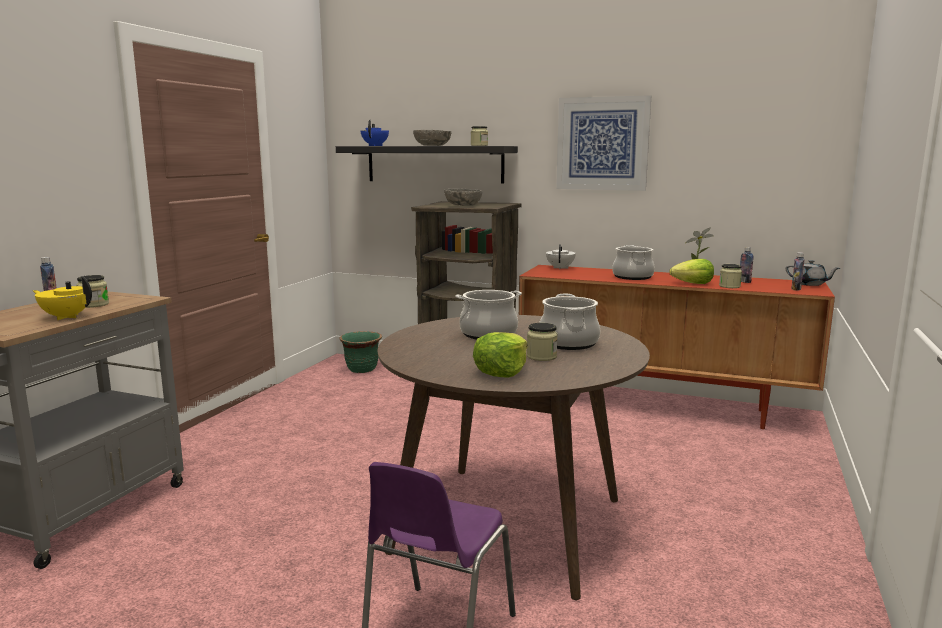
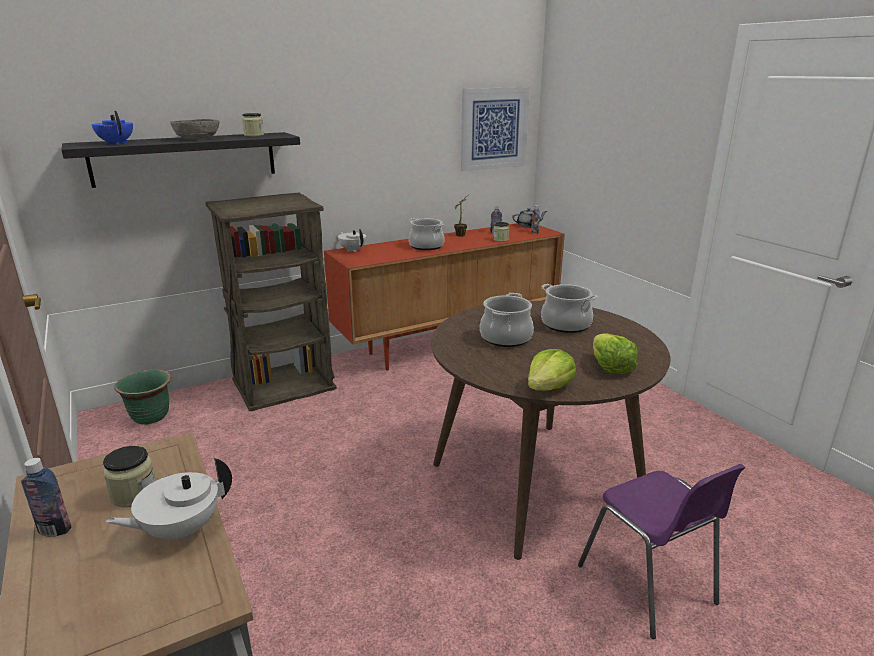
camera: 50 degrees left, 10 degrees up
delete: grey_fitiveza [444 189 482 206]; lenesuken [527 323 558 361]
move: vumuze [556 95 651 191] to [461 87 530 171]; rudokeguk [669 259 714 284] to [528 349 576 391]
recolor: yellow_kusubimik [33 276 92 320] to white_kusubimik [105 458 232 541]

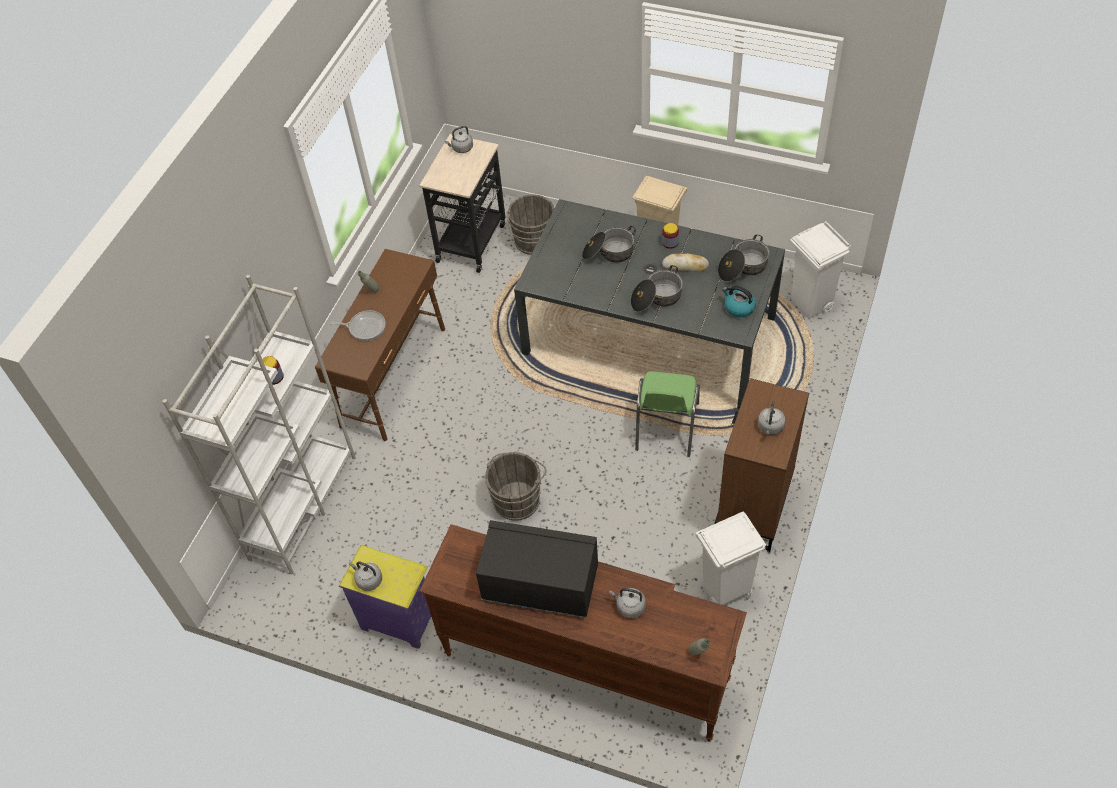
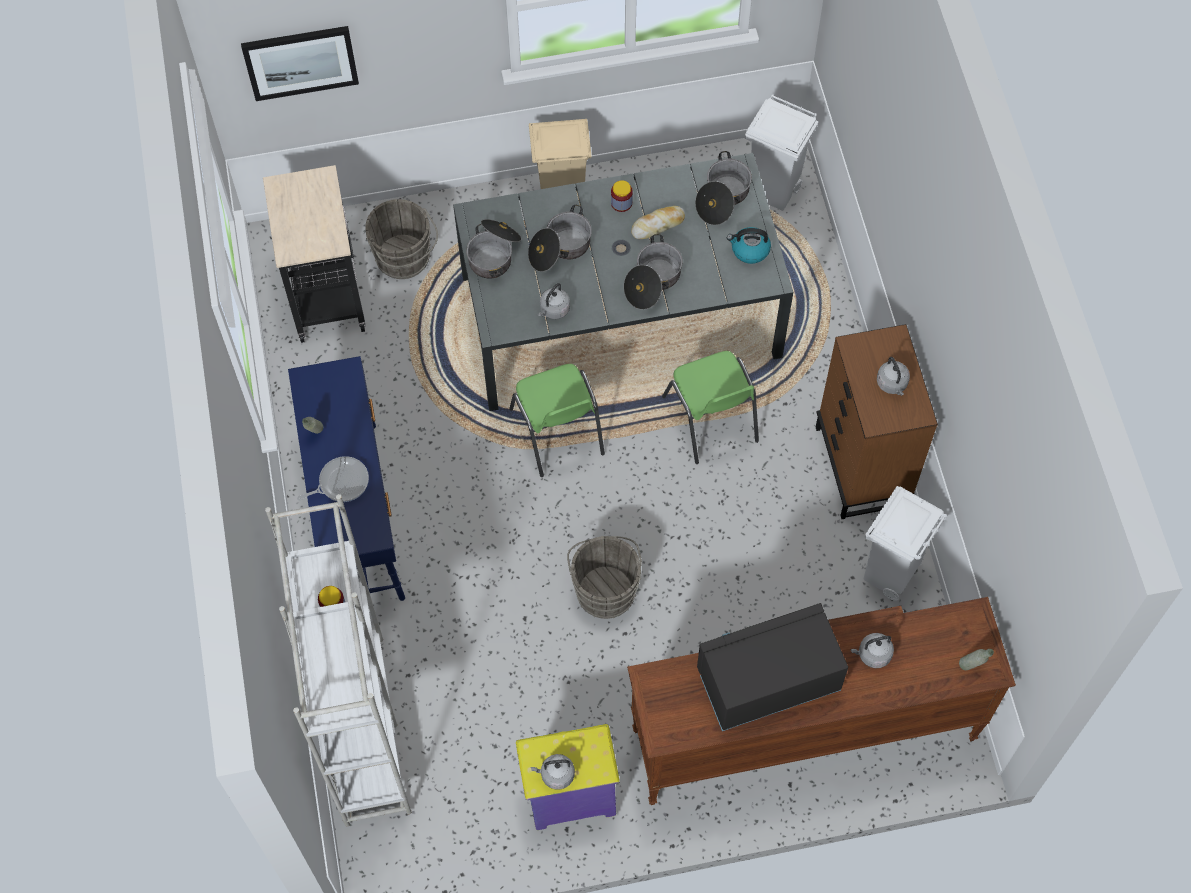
camera: 35 degrees left, 10 degrees up
insert: vumuze [241 26 359 101]; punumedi [466 219 522 279]; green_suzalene [509 364 605 477]
move: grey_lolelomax [445 126 473 153] to [538 283 570 319]
recolor: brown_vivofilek [315 249 445 441] to blue_vivofilek [288 356 405 601]

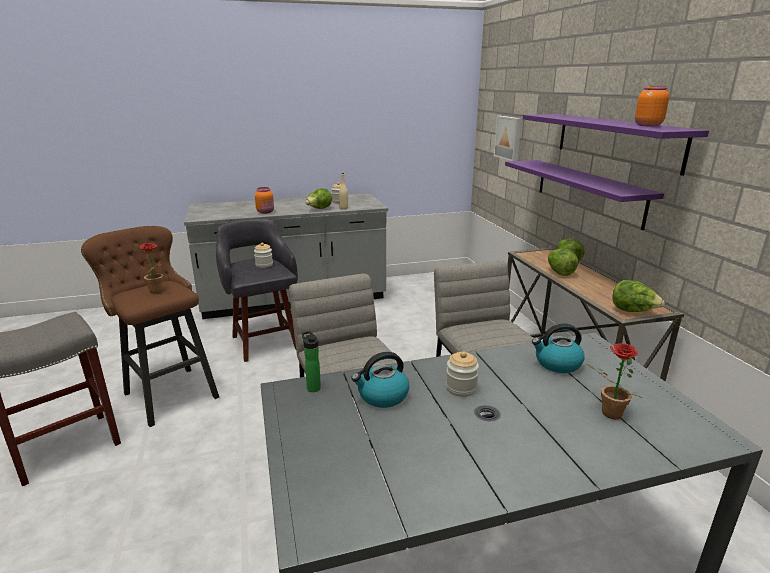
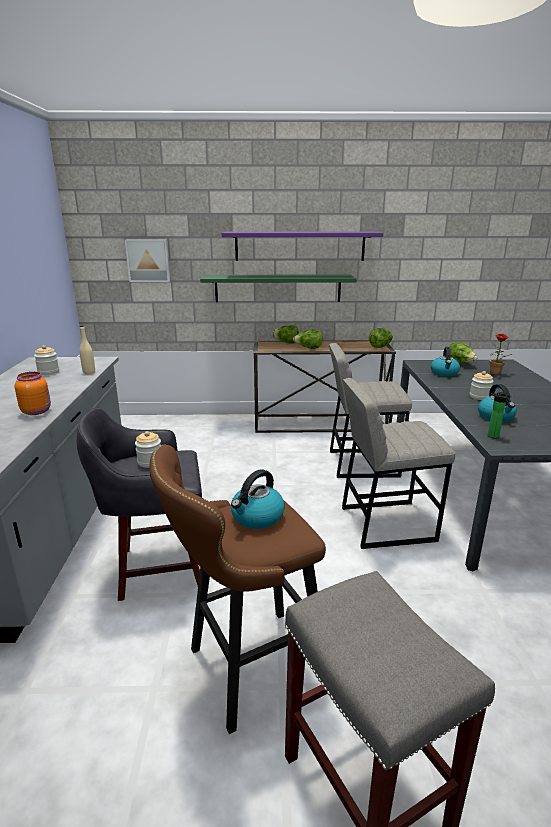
camera: 75 degrees left, 0 degrees up
delete: orange_lenesuken [635 86 669 127]
move: rudokeguk [305 188 332 209] to [448 342 478 364]
replace: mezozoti [138 243 164 293] to lolelomax [231 469 285 529]
recolor: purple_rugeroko [505 160 664 230] to green_rugeroko [200 274 357 302]

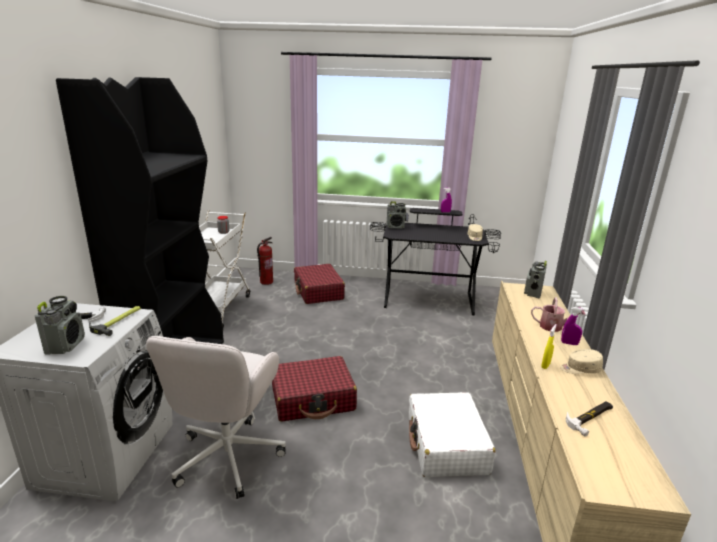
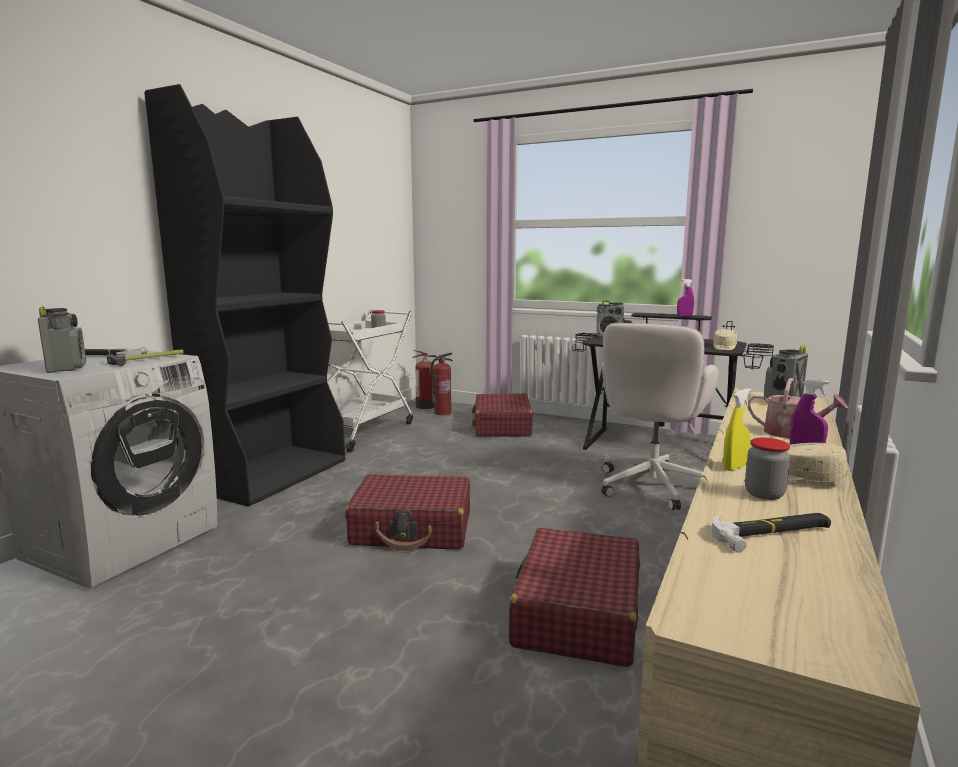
camera: 20 degrees right, 10 degrees down
insert: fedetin [413 350 440 409]; lenesuken [745 438 790 500]
move: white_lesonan [146 336 286 499] to [601 323 719 510]
recolor: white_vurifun [409 392 496 477] to red_vurifun [509 528 640 667]
rotate: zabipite [35 296 85 354] = [38 307 86 373] 45 degrees counterclockwise

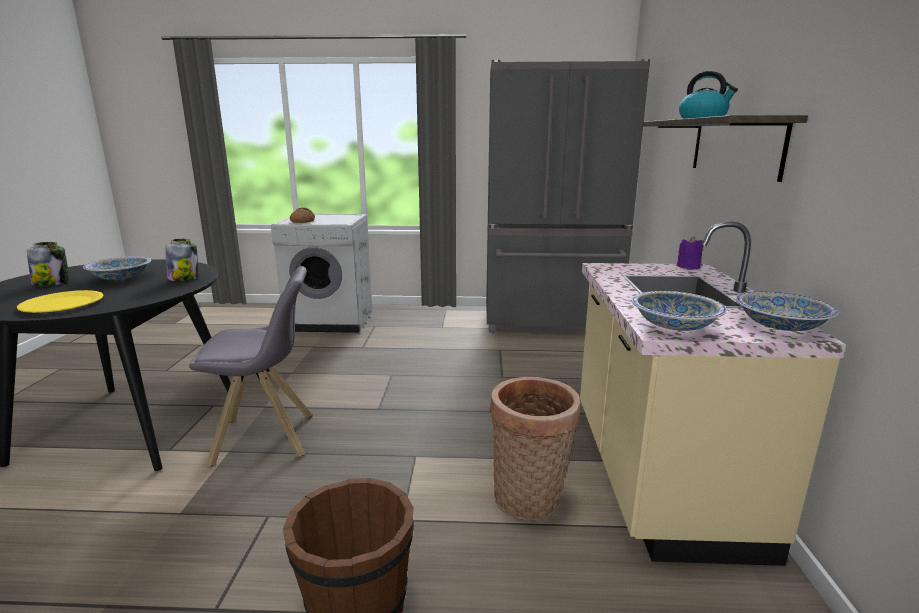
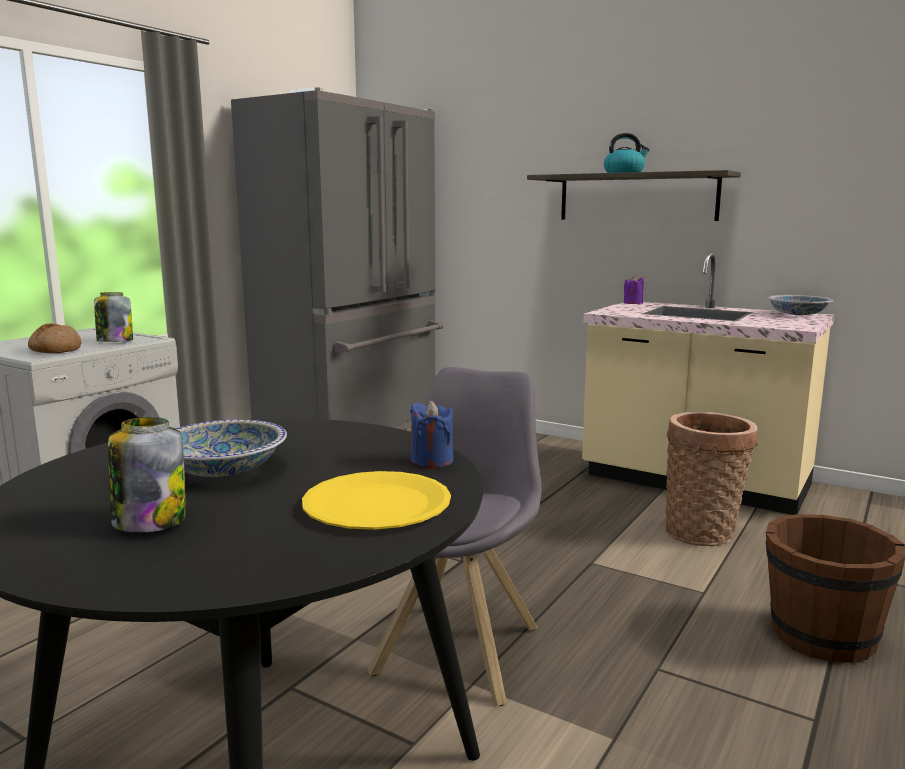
camera: 60 degrees left, 5 degrees down
delete: fitiveza [632 291 727 331]
insert: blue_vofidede [410 401 453 468]
move: lenesuken [165 239 199 281] to [94 292 133 342]

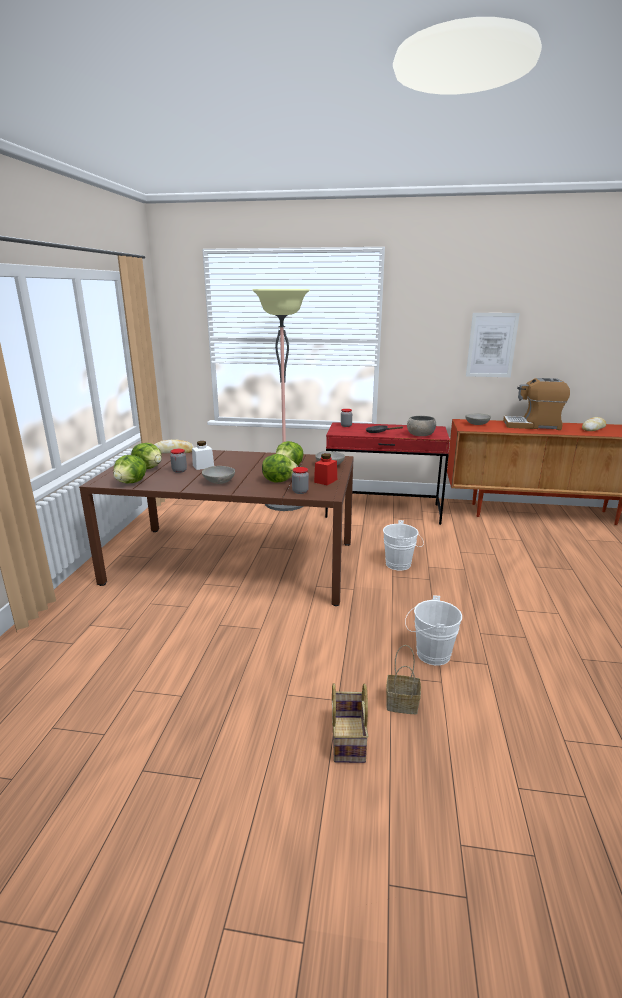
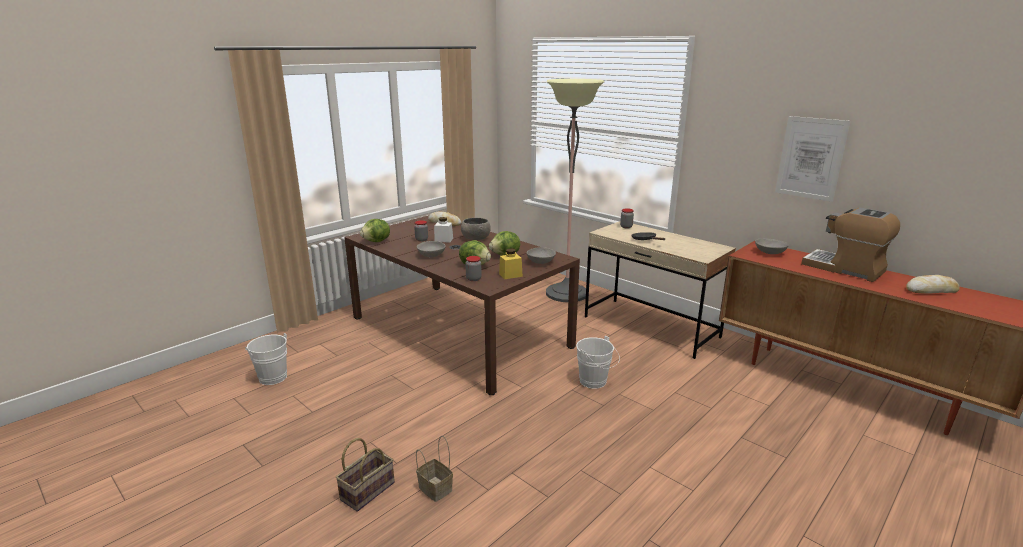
camera: 35 degrees right, 0 degrees up
delete: rudokeguk [131 443 162 469]
move: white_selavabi [405 595 462 665] to [245 333 287 385]; grey_fitiveza [407 416 436 436] to [461 218 491 240]
recolor: red_lenesuken [314 453 337 486] to yellow_lenesuken [499 249 522 279]; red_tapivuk [325 422 450 525] to beige_tapivuk [585 221 736 359]

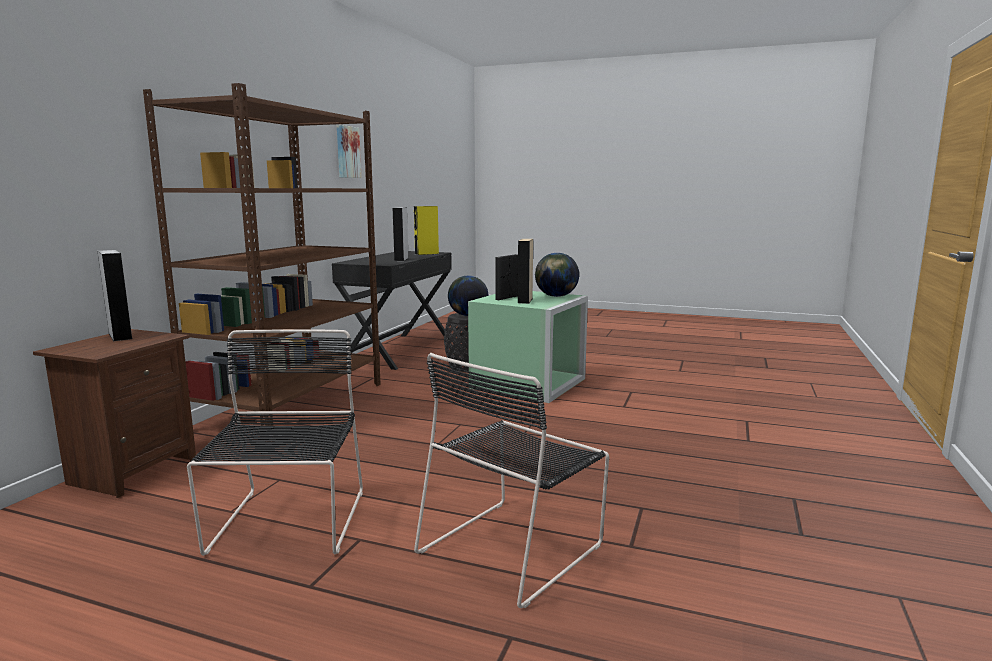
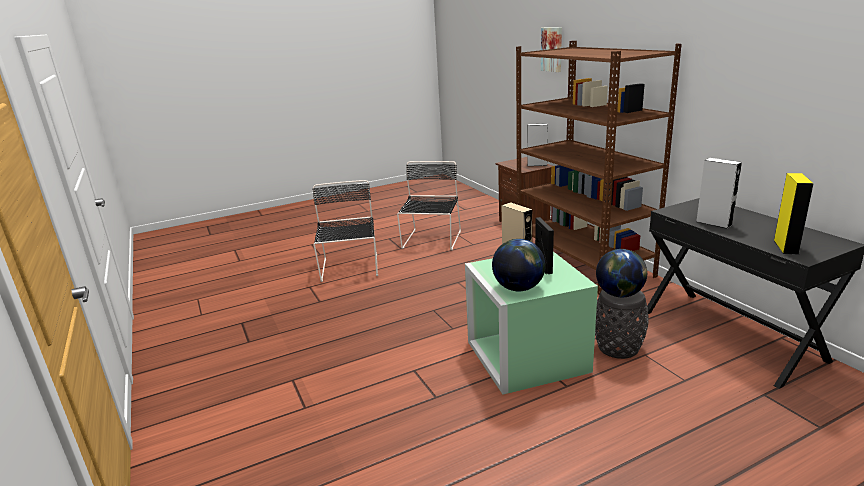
camera: 135 degrees right, 10 degrees up
move: vumuze [337 125 362 178] to [541 27 562 72]
rotate: black_suzalene [187 329 363 556] = [397 161 461 250] 120 degrees counterclockwise

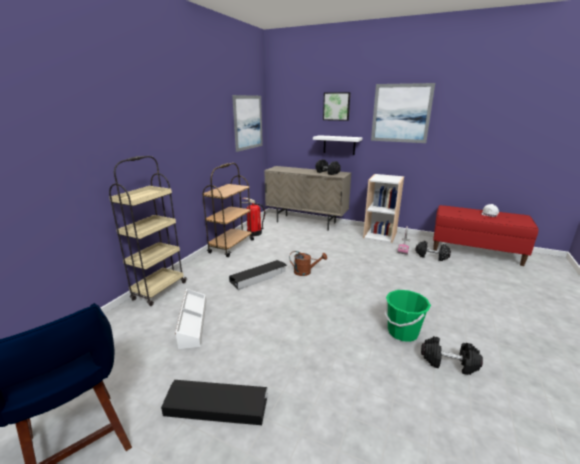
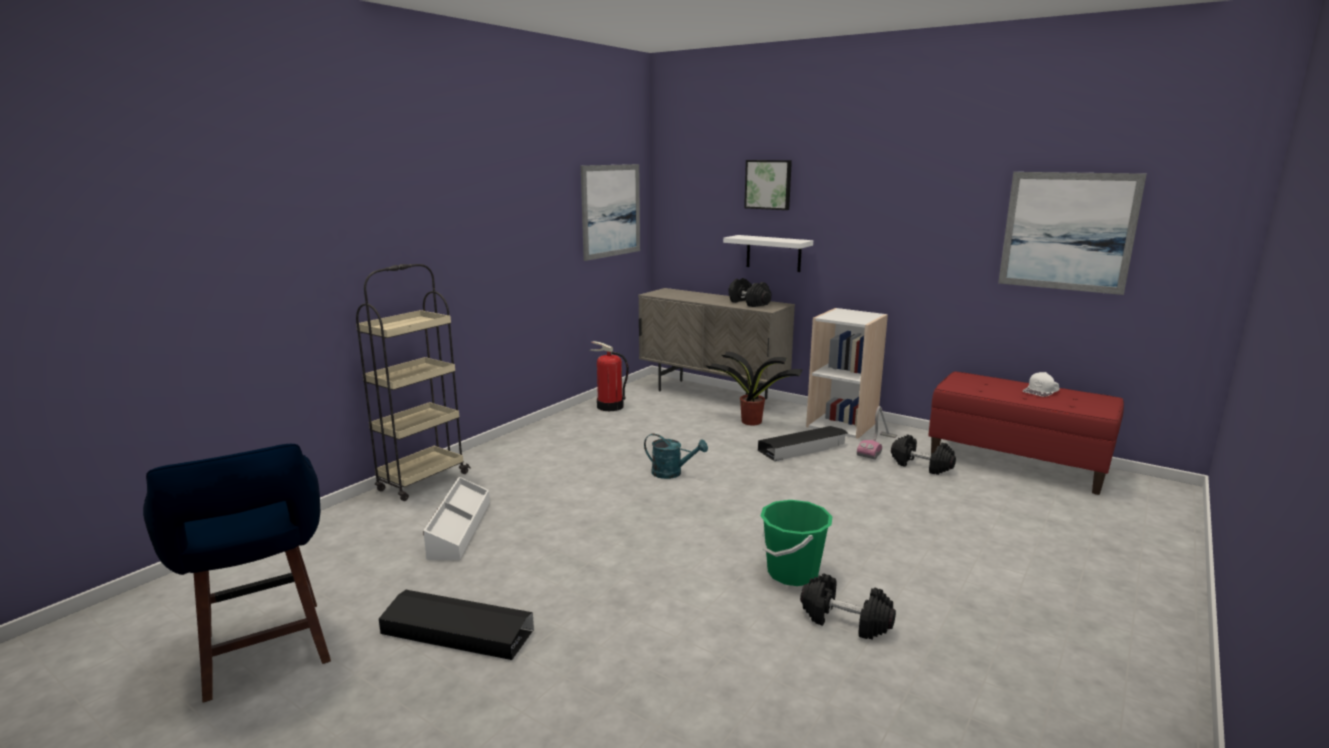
camera: 10 degrees right, 5 degrees down
delete: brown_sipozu [202 163 254 257]
insert: mezozoti [705 351 803 425]
move: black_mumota [229 260 287 290] to [758 426 848 461]; vumuze [371 83 435 143] to [998 172 1147 295]
recolor: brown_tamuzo [289 251 327 276] to turquoise_tamuzo [644 434 708 479]

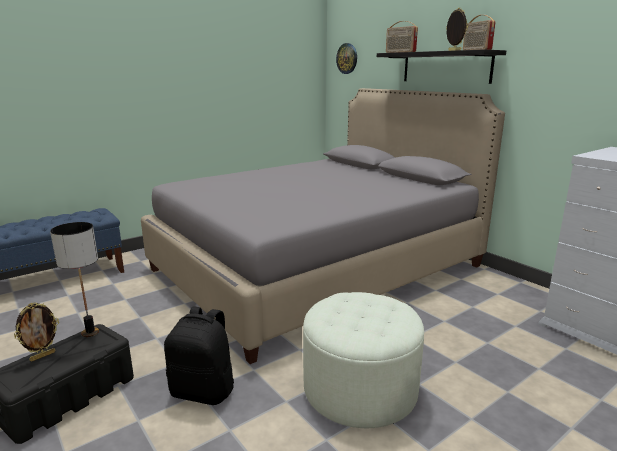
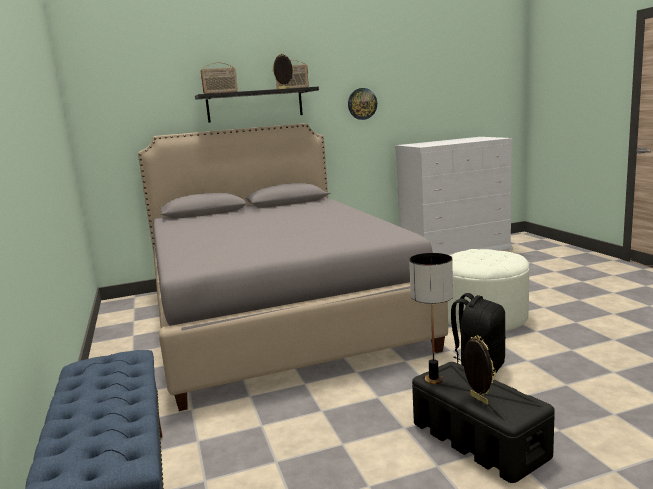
camera: 70 degrees left, 5 degrees down
move: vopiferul [336 43 357 74] to [348 88 377 120]

